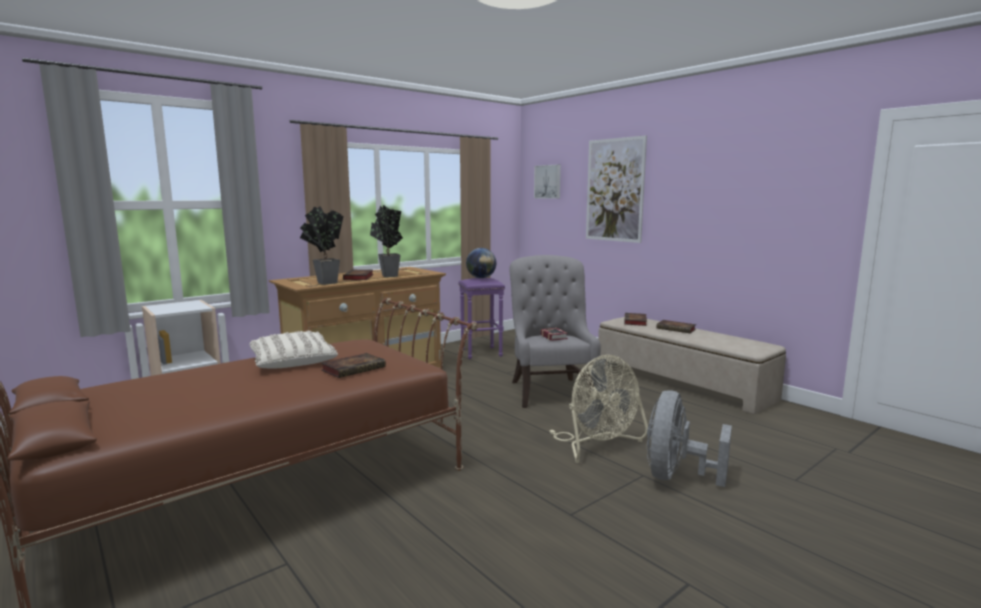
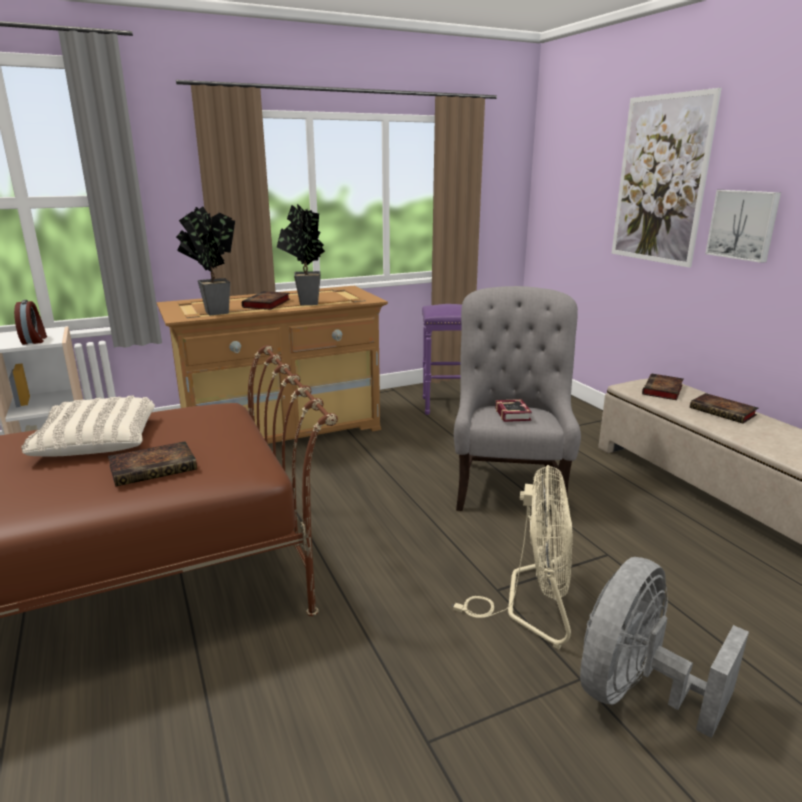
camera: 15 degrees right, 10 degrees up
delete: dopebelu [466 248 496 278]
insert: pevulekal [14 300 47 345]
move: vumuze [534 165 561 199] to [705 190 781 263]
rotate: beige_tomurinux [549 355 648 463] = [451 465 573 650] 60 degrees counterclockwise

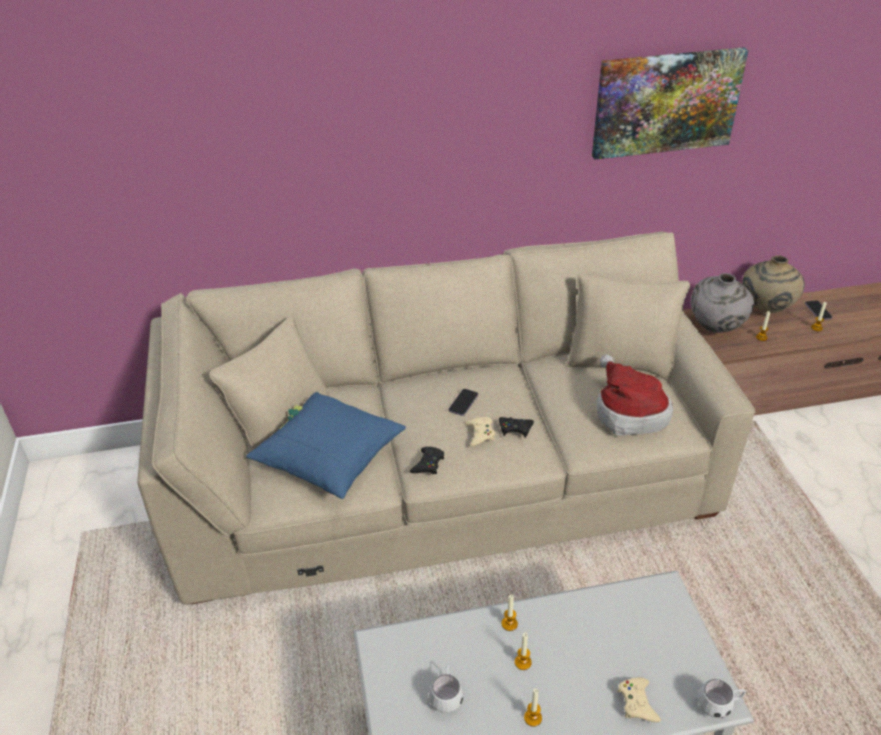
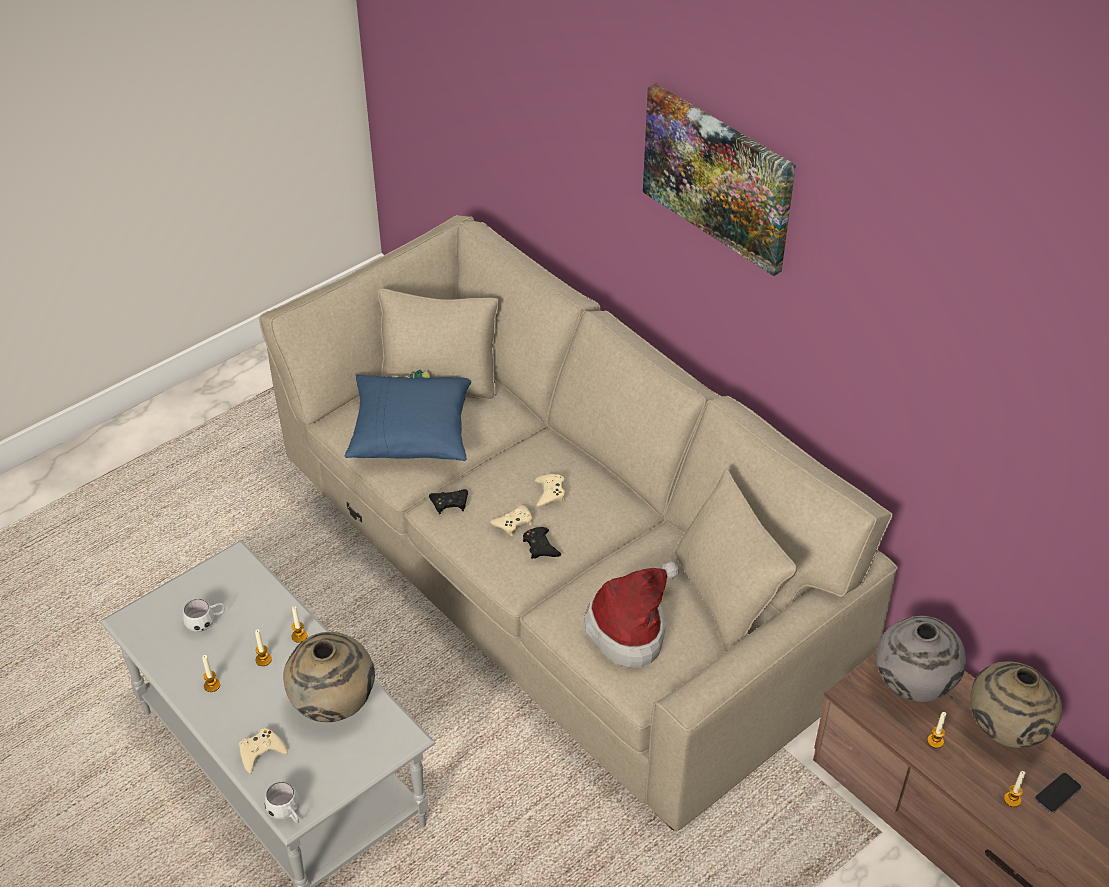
camera: 60 degrees right, 5 degrees up
insert: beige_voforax [283 632 375 722]
move: vumuze [592 47 749 159] to [643 84 796 276]
replace: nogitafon [449 389 478 416] to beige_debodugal [535 474 565 506]

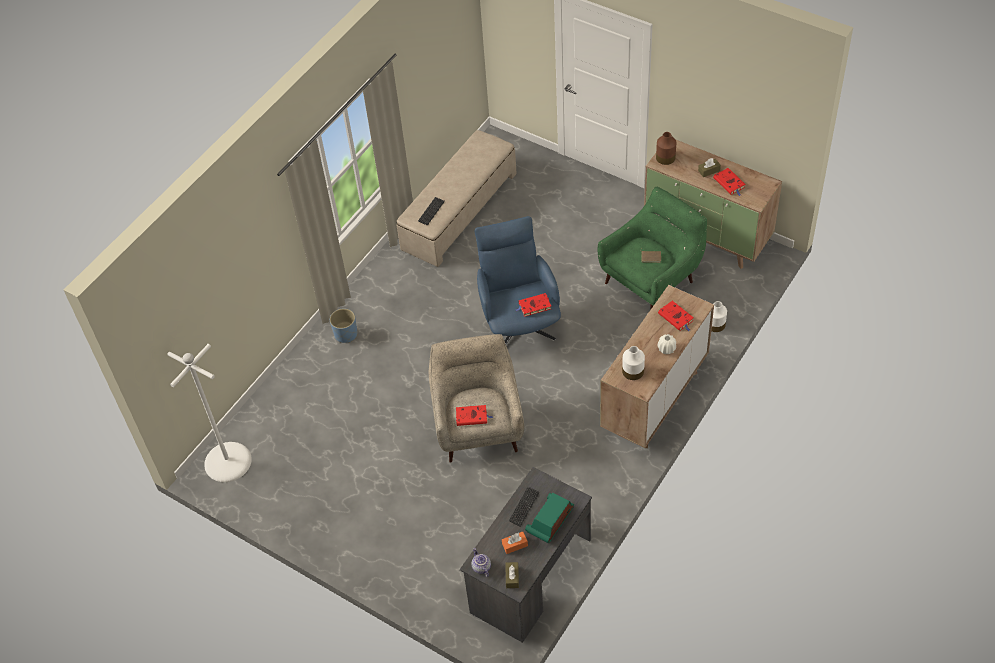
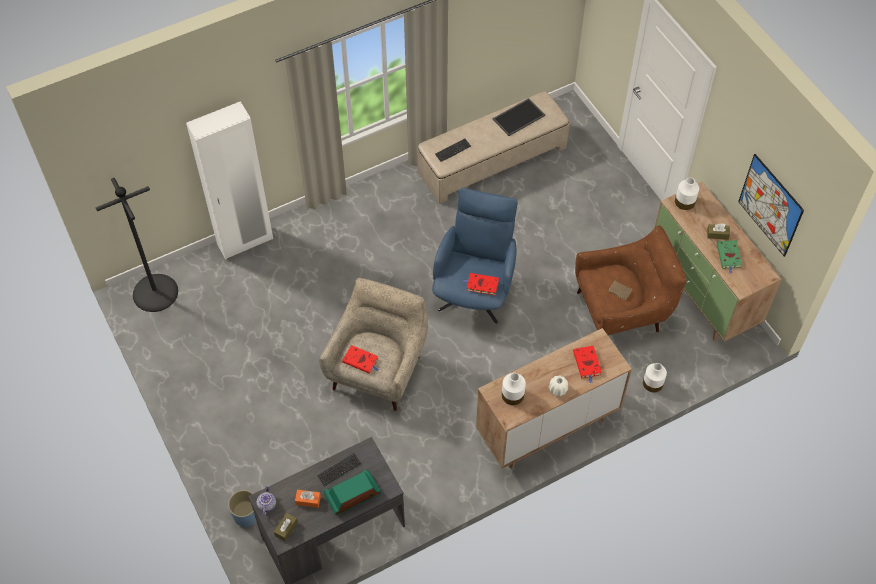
camera: 25 degrees right, 5 degrees up
insert: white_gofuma [186 101 273 260]; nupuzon [492 98 545 136]; vumuze [738 154 804 257]
move: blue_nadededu [330 308 357 343] to [228 490 257 527]
recolor: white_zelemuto [167 344 252 482] to black_zelemuto [96 178 178 312]; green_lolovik [598 187 707 309] to brown_lolovik [575 225 687 335]; brown_voforax [656 132 676 165] to white_voforax [675 177 699 210]; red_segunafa [713 168 746 196] to green_segunafa [717 240 742 273]

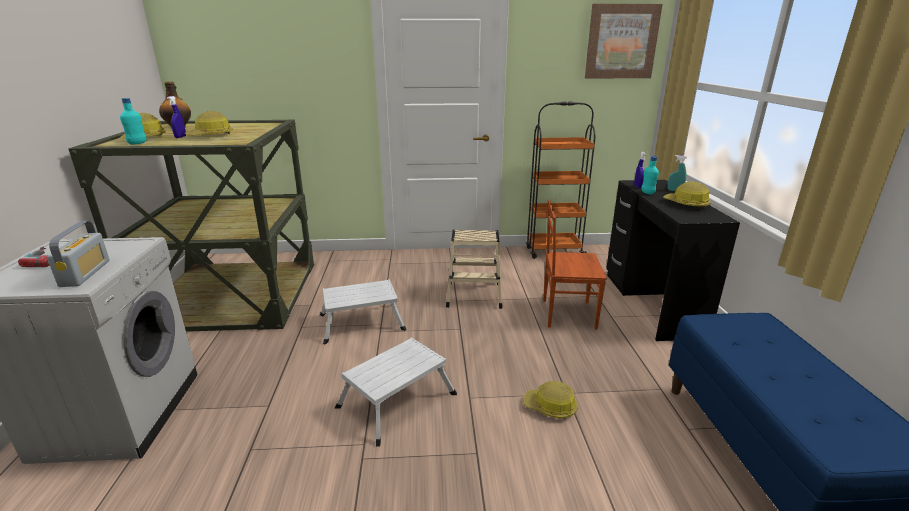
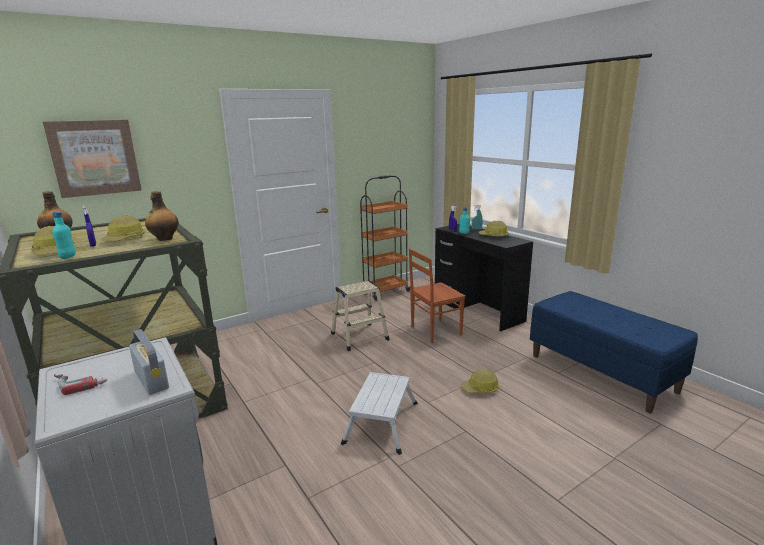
camera: 30 degrees left, 5 degrees down
delete: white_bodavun [320 279 407 344]
insert: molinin [145 191 179 241]
move: vumuze [585 4 663 79] to [43 120 142 198]

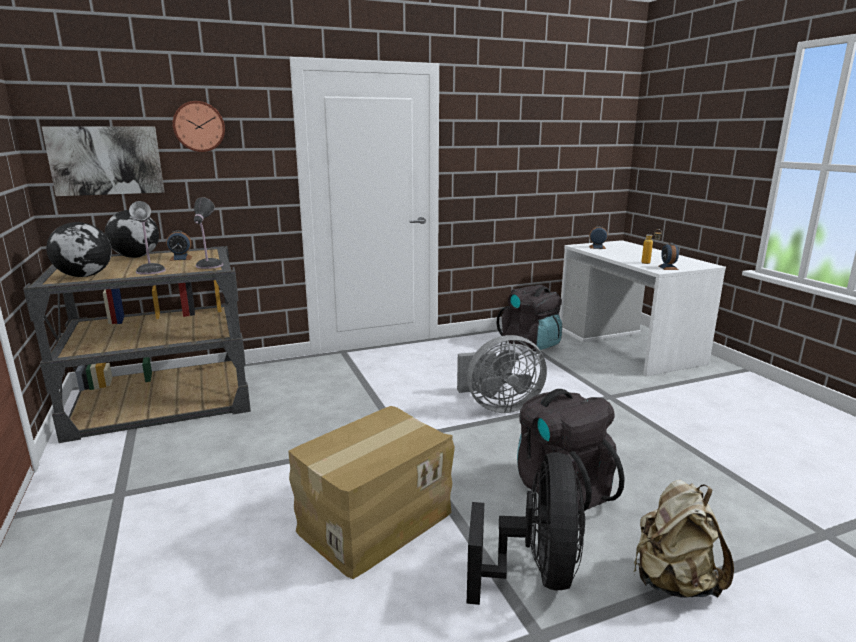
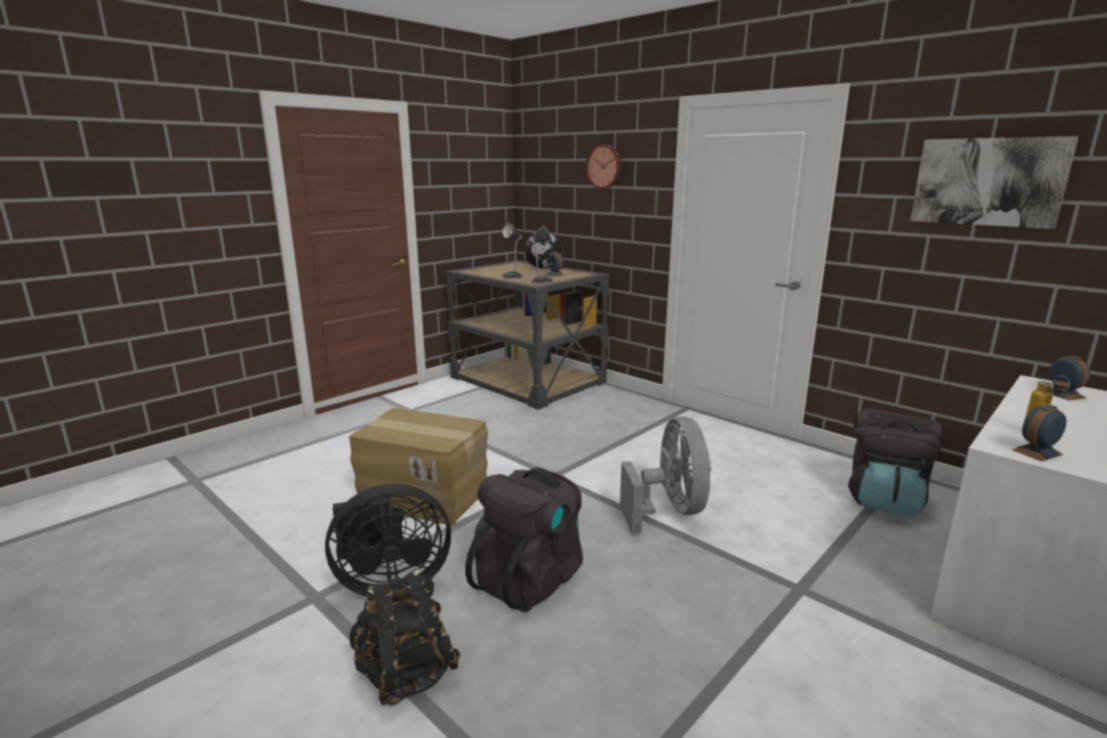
camera: 65 degrees right, 0 degrees up
delete: dopebelu [46 222 112 277]
move: vumuze [42 126 164 196] to [910 136 1079 229]
recolor: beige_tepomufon [634 480 734 598] to black_tepomufon [350 568 461 705]
rotate: grey_tomurinux [457 335 547 413] = [620 416 711 534] 150 degrees counterclockwise

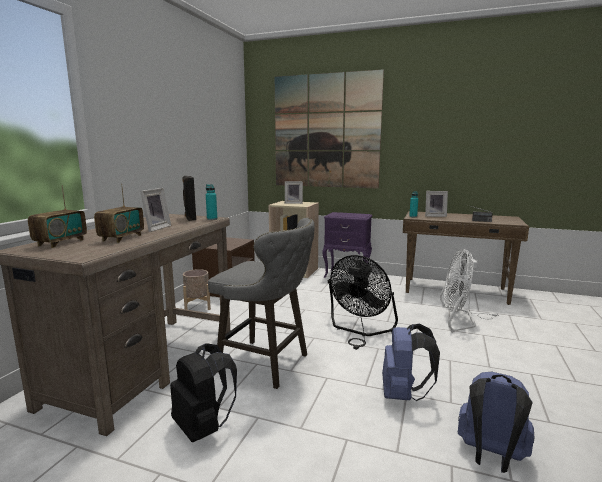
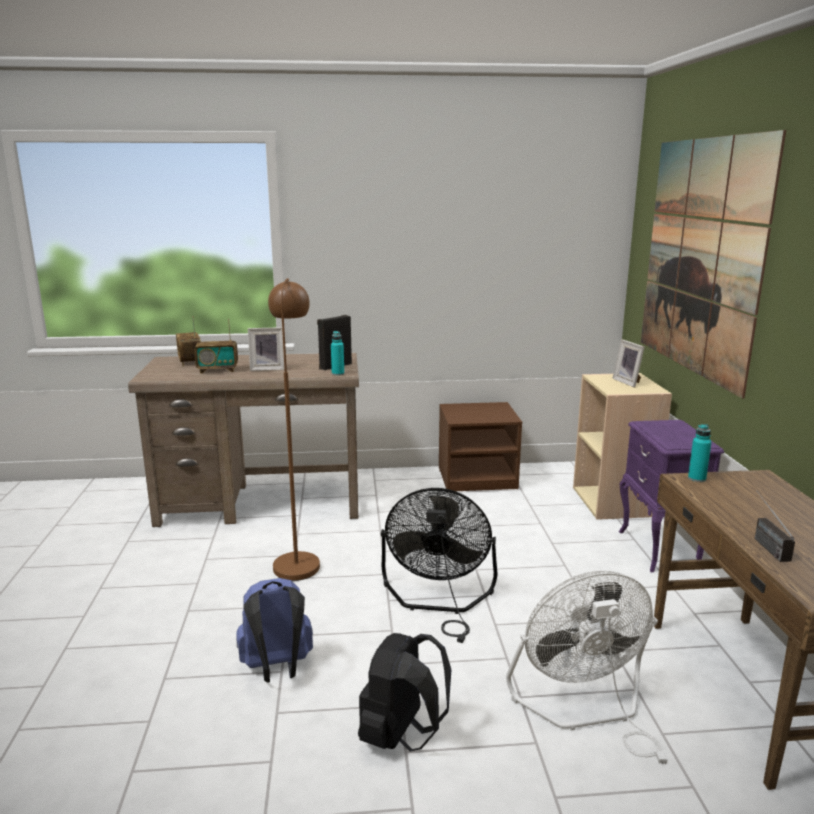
camera: 65 degrees right, 5 degrees up
delete: beige_nadededu [183 269 211 310]; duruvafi [425 191 448 217]; blue_tepomufon [458 372 535 473]
move: black_tepomufon [170 343 237 442] to [358 633 451 751]
replace: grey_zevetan [208 218 314 389] to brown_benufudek [268 278 320 581]
rotate: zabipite [28 185 87 248] = [176 316 201 366] 75 degrees clockwise; black_tomurinux [328 255 398 350] = [381 488 498 643] 90 degrees counterclockwise

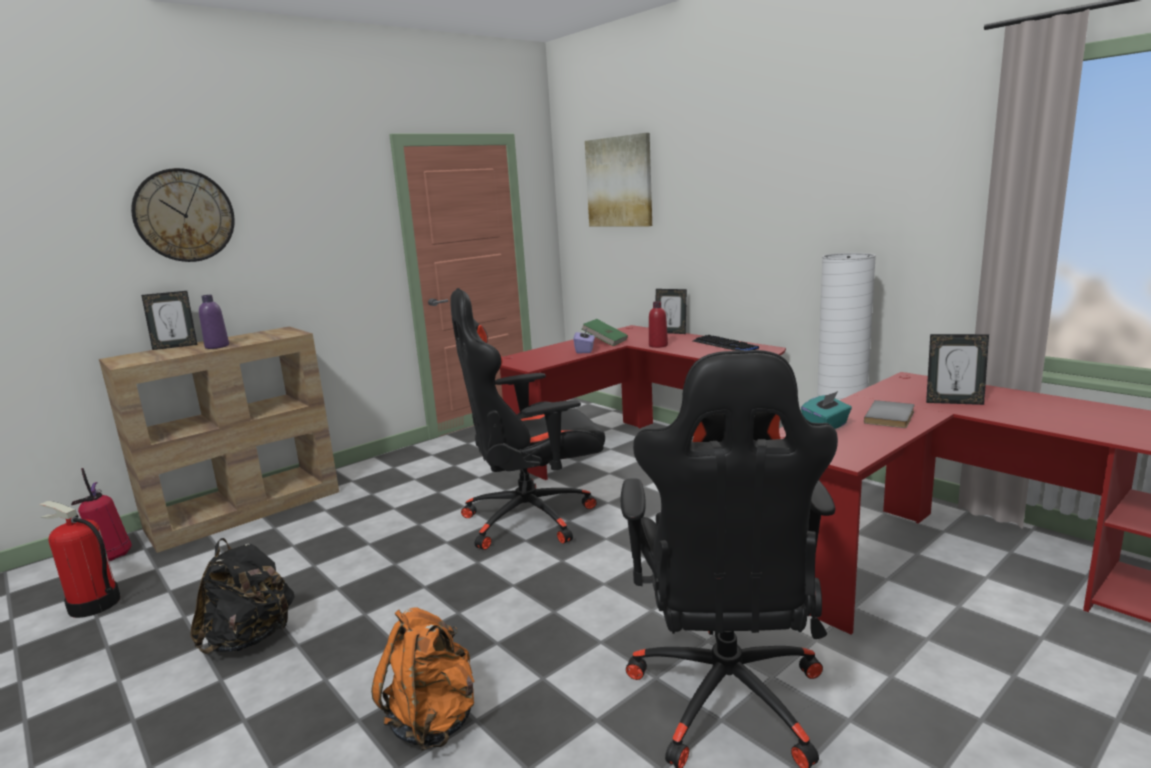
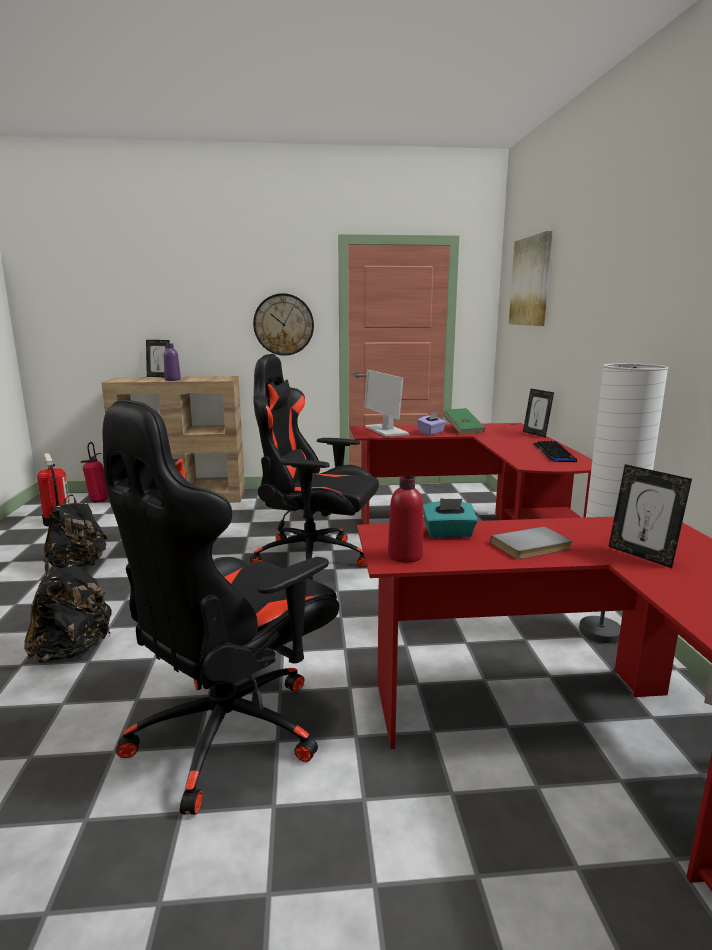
camera: 35 degrees right, 0 degrees up
insert: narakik [364 370 409 437]
move: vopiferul [131 168 235 262] to [253 293 314 356]; red_molinin [649 301 668 348] to [388 475 423 563]
recolor: orange_tepomufon [371 608 474 751] to black_tepomufon [24 560 112 663]

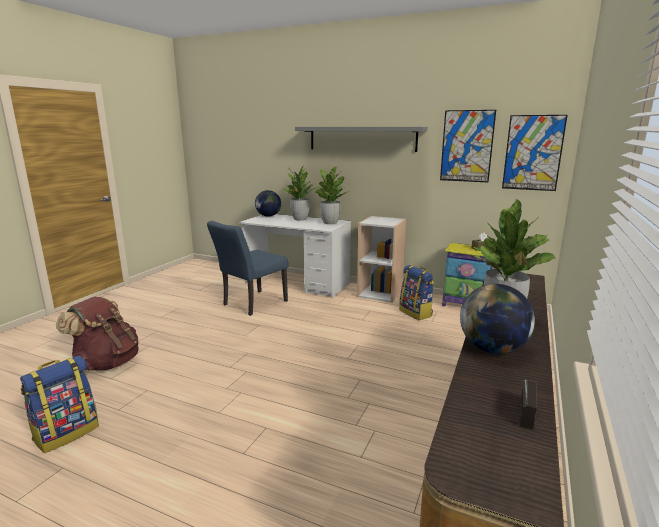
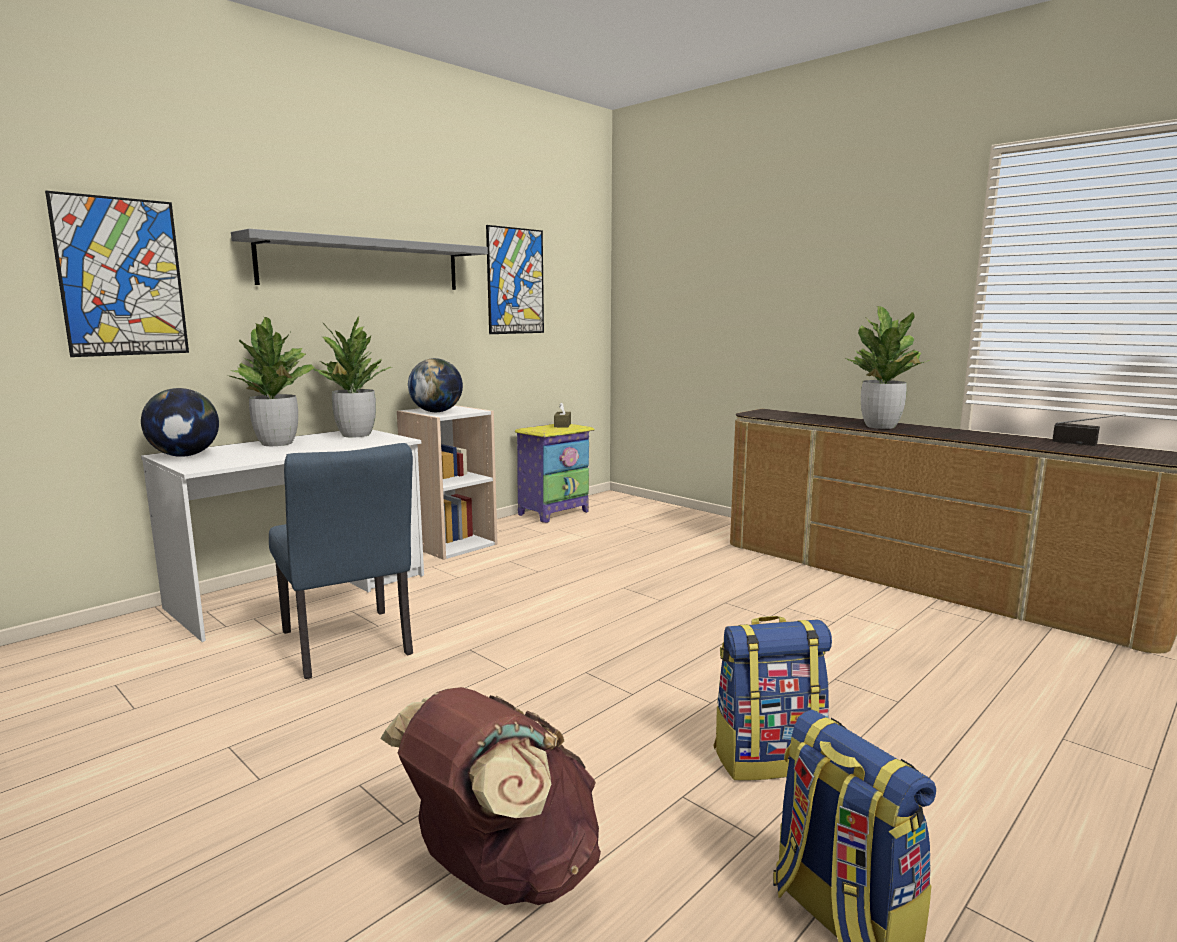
camera: 70 degrees left, 5 degrees down
move: tepomufon [399 265 434 320] to [713 616 832 781]; dopebelu [460 284 535 354] to [408 358 463 412]; vumuze [502 115 567 191] to [45 191 189 357]

